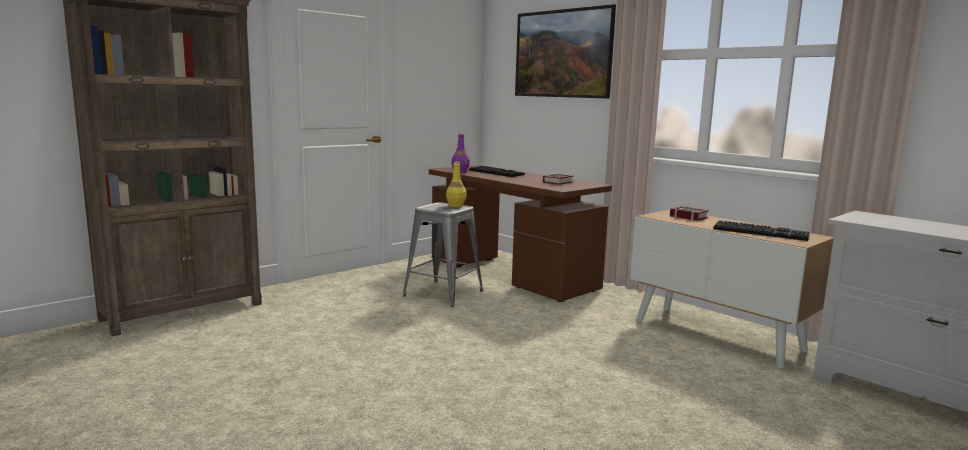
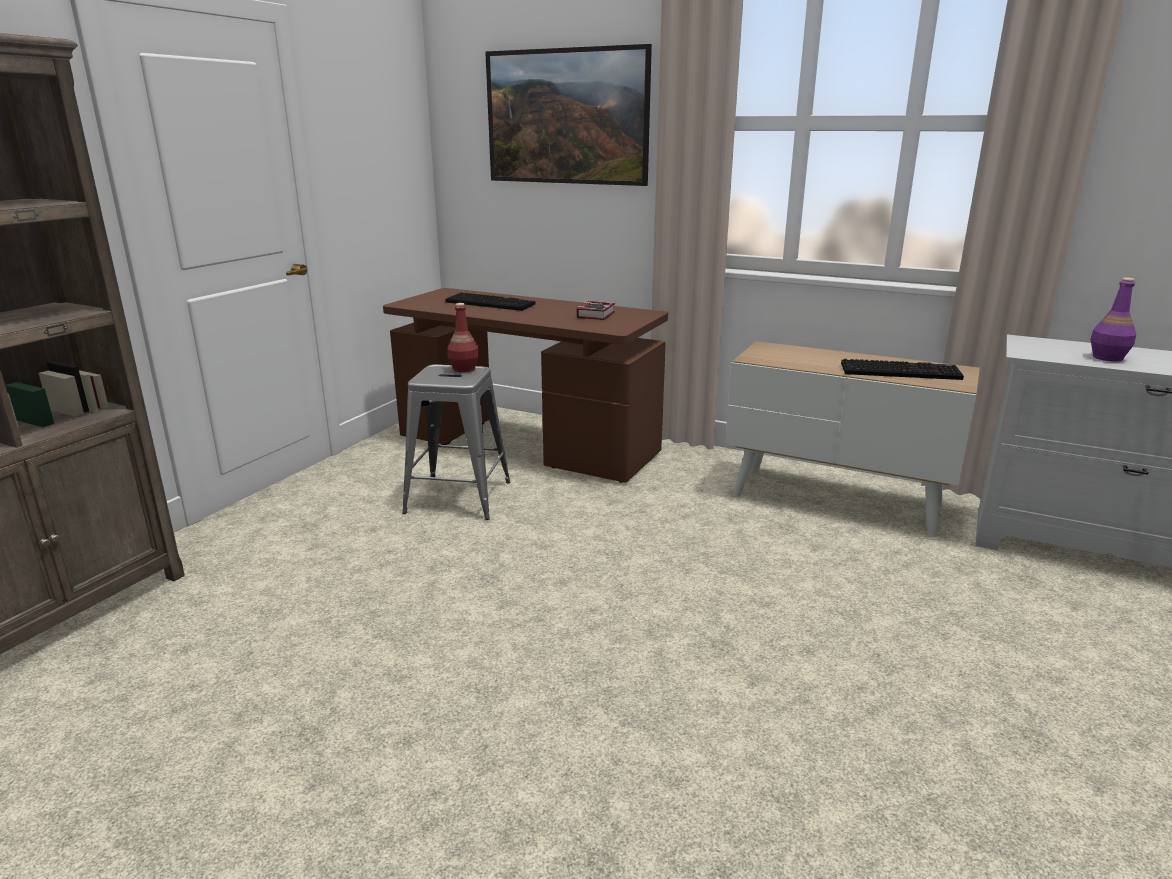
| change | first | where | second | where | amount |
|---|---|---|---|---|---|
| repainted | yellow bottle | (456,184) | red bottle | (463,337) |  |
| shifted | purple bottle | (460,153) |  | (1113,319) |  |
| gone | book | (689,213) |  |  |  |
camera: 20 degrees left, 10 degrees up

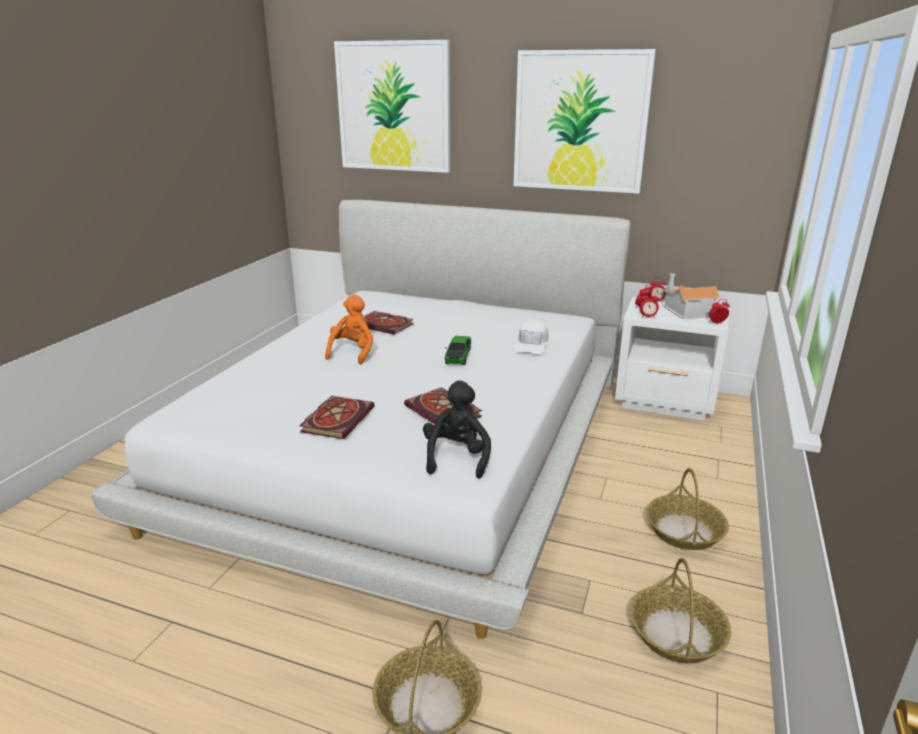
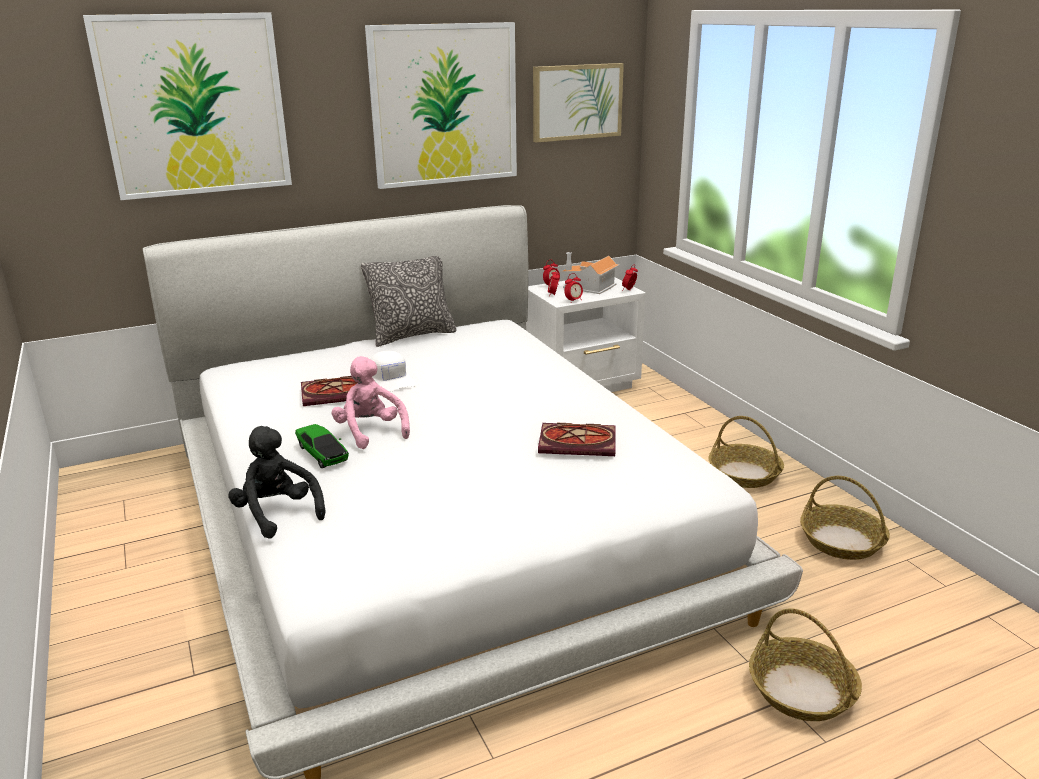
| change | first | where | second | where | amount |
|---|---|---|---|---|---|
| shifted | black plush toy | (457,430) |  | (276,482) |  |
| shifted | toy car | (458,350) |  | (322,446) |  |
| repainted | orange plush toy | (349,329) | pink plush toy | (370,402) |  |
| new |  |  | pillow | (408,301) |  |
| shifted | white cap | (531,337) |  | (394,371) |  |
| new |  |  | picture | (578,103) |  |
| gone | book | (337,417) |  |  |  |
camera: 45 degrees left, 0 degrees up

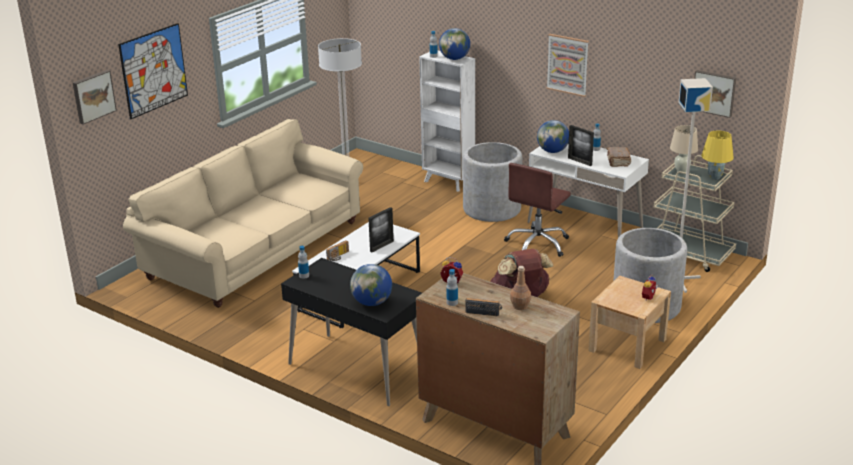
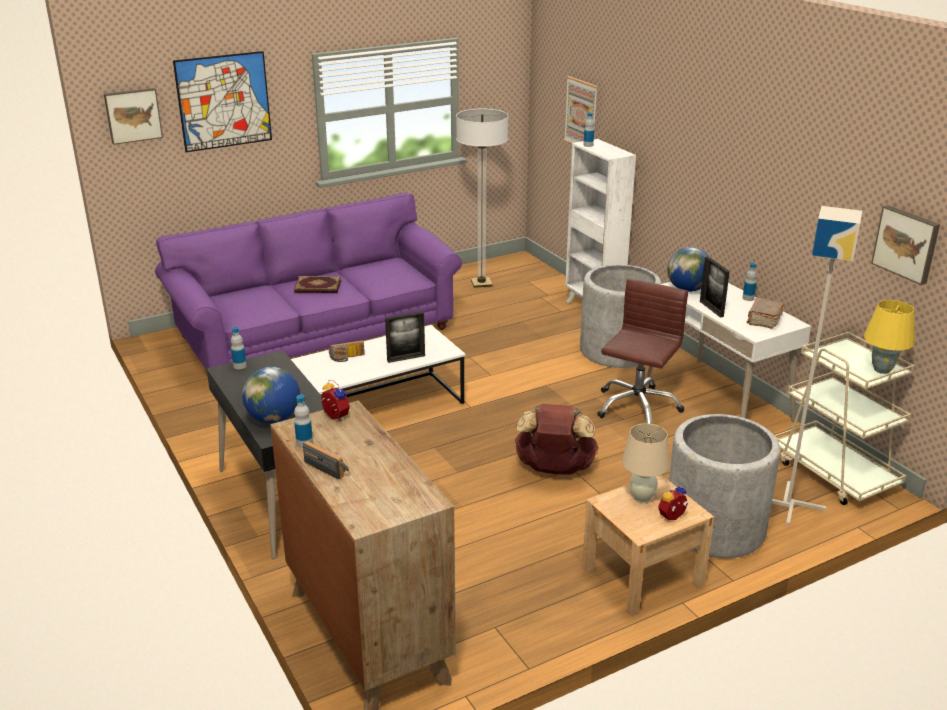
| change | first | where | second | where | amount |
|---|---|---|---|---|---|
| repainted | beige sofa | (243,213) | purple sofa | (308,281) |  |
| new |  |  | book | (317,284) |  |
| shifted | picture | (568,65) |  | (581,110) |  |
| rotated | brown office chair | (537,210) |  | (642,351) | 150 degrees clockwise |
| shifted | beige table lamp | (684,149) |  | (646,463) |  |
| gone | globe | (454,44) |  |  |  |
| gone | brown bottle | (520,288) |  |  |  |
camera: 25 degrees right, 0 degrees up

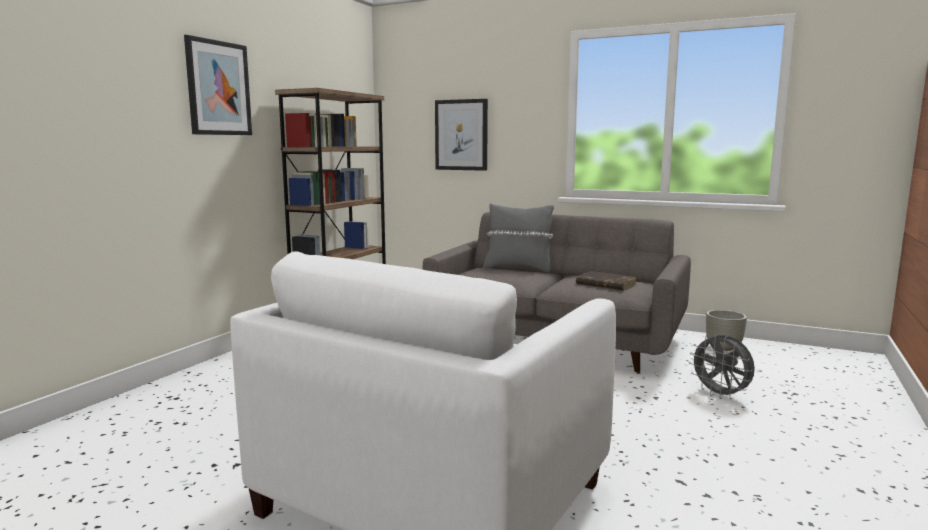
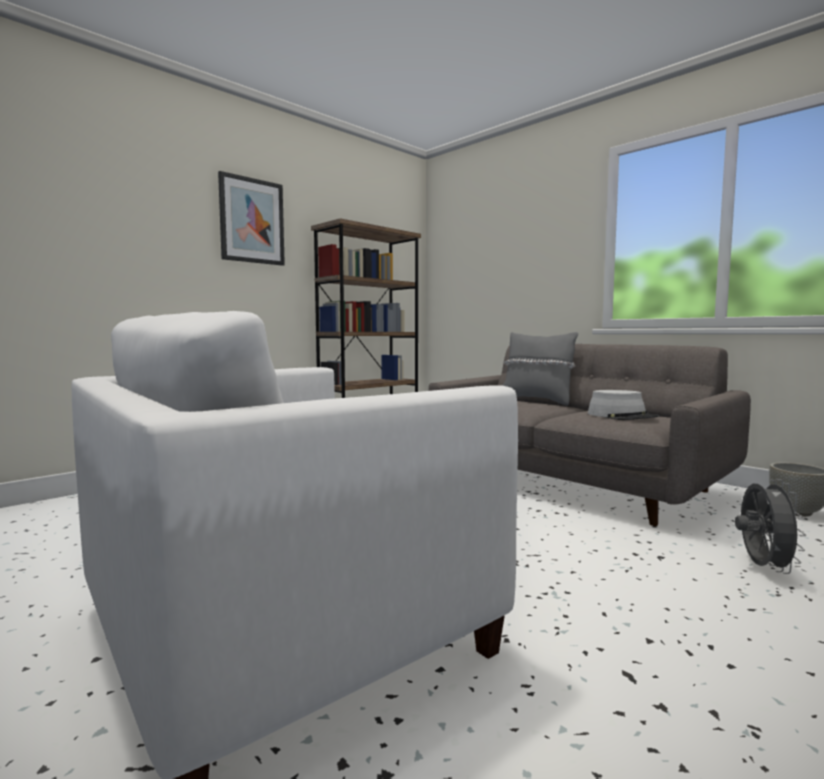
| change | first | where | second | where | amount |
|---|---|---|---|---|---|
| swapped | brown book | (606,281) | grey hat | (623,405) |  |
| rotated | grey fan | (722,366) |  | (771,526) | 150 degrees counterclockwise |
| gone | picture | (461,135) |  |  |  |
camera: 20 degrees right, 5 degrees down

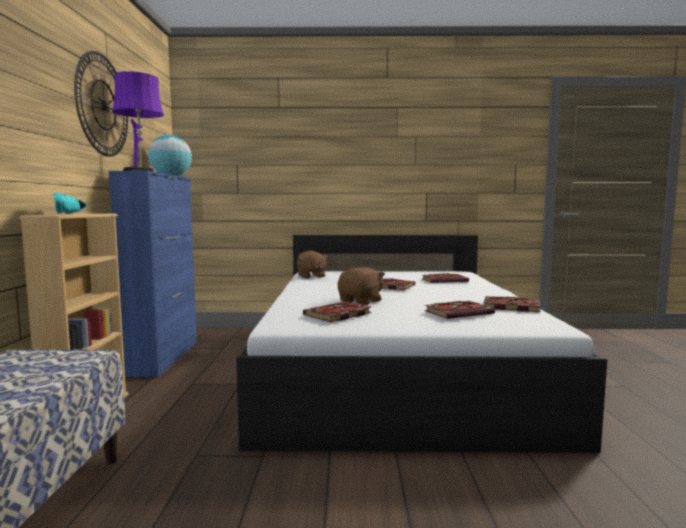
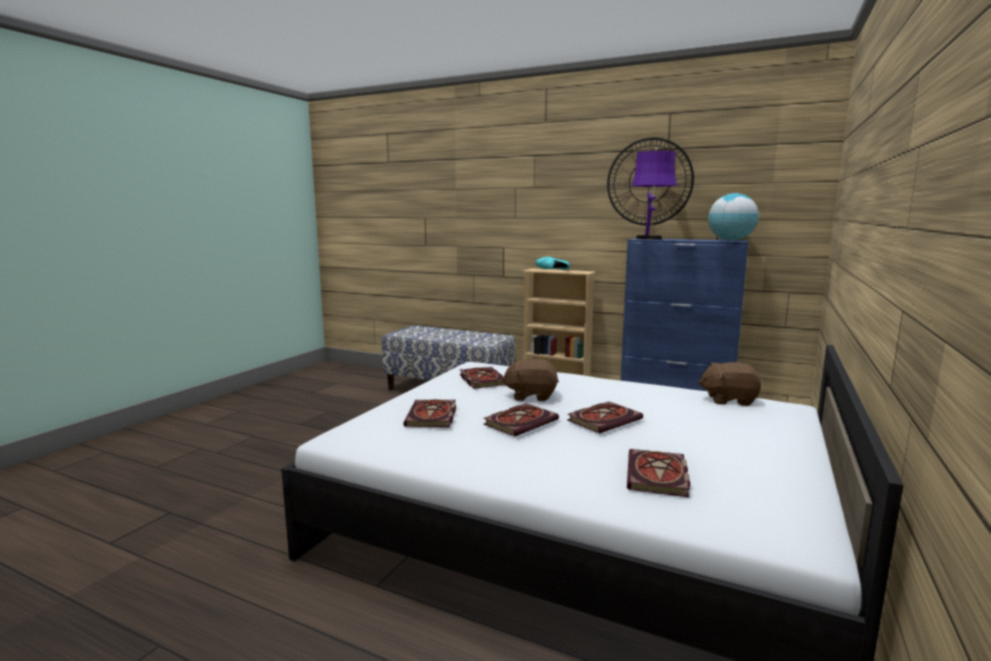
| change | first | where | second | where | amount |
|---|---|---|---|---|---|
| shifted | book | (512,304) |  | (521,419) |  |
| rotated | brown plush toy | (361,286) |  | (530,380) | 120 degrees clockwise |
camera: 115 degrees right, 5 degrees up

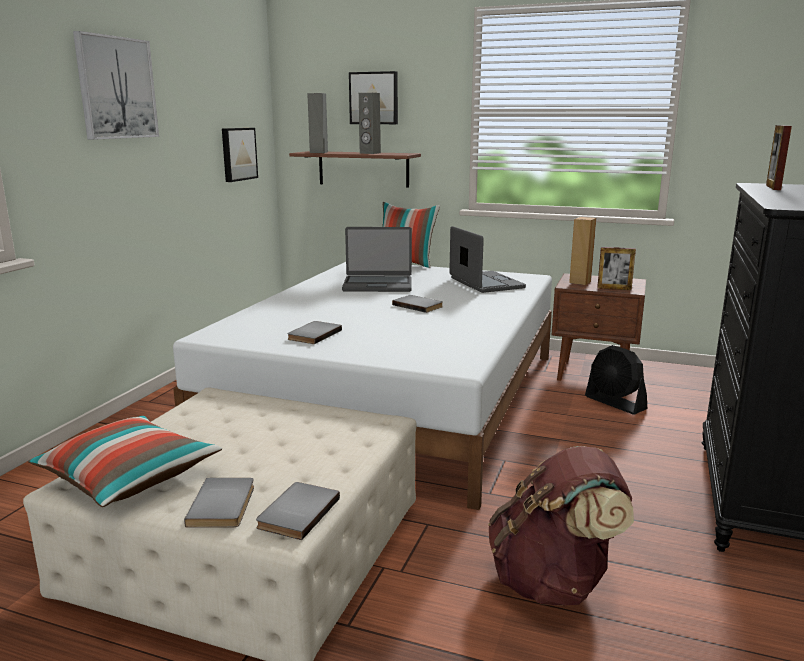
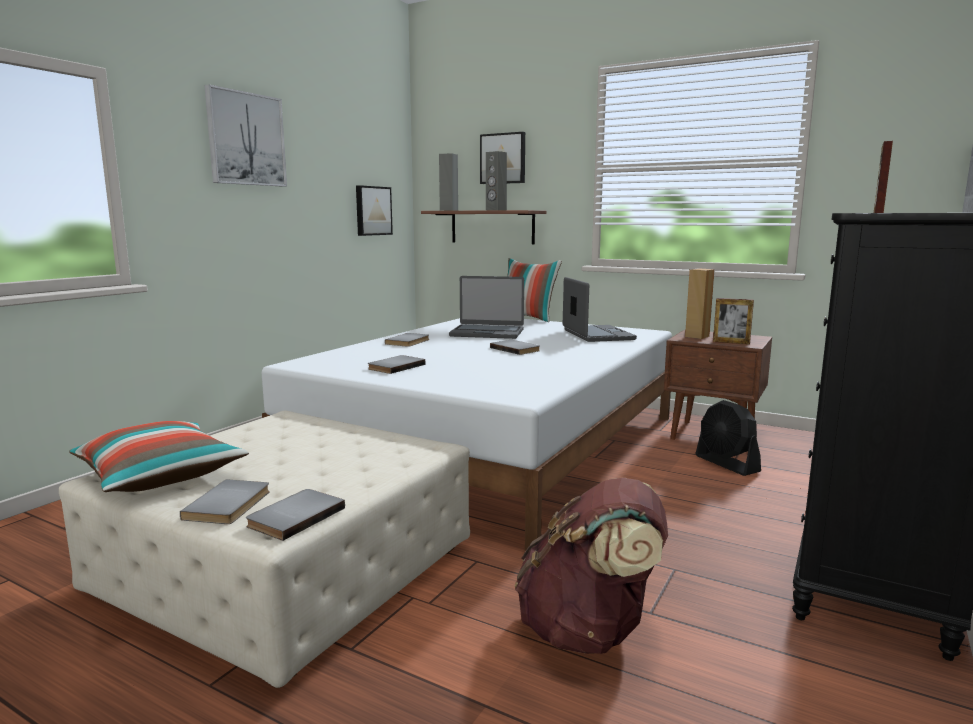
| change | first | where | second | where | amount |
|---|---|---|---|---|---|
| new |  |  | grey book | (407,340) |  |
camera: 10 degrees right, 5 degrees down

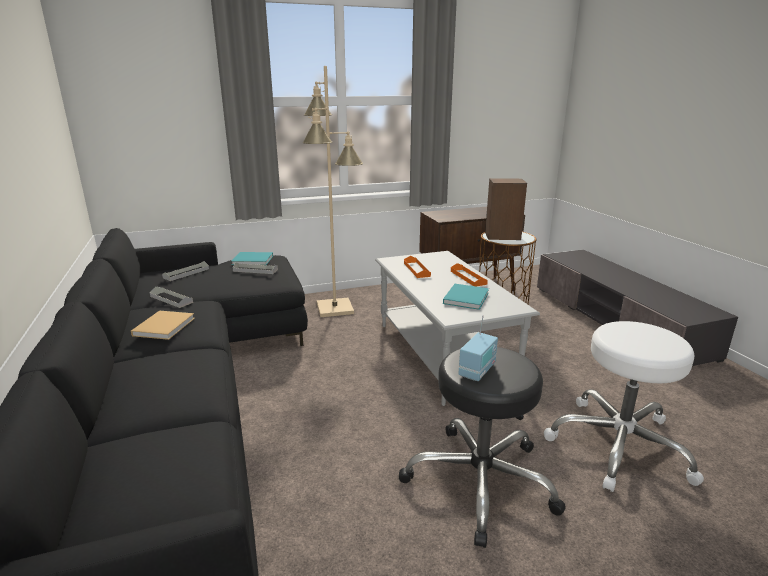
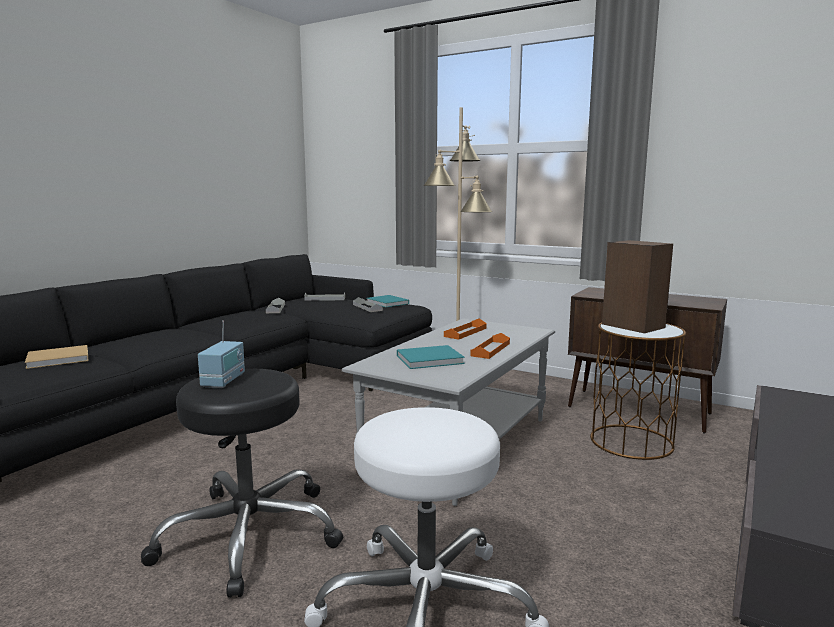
| change | first | where | second | where | amount |
|---|---|---|---|---|---|
| shifted | beige book | (163,325) |  | (56,357) |  |
| rotated | radio | (478,348) |  | (221,354) | 75 degrees counterclockwise |
camera: 50 degrees right, 10 degrees down

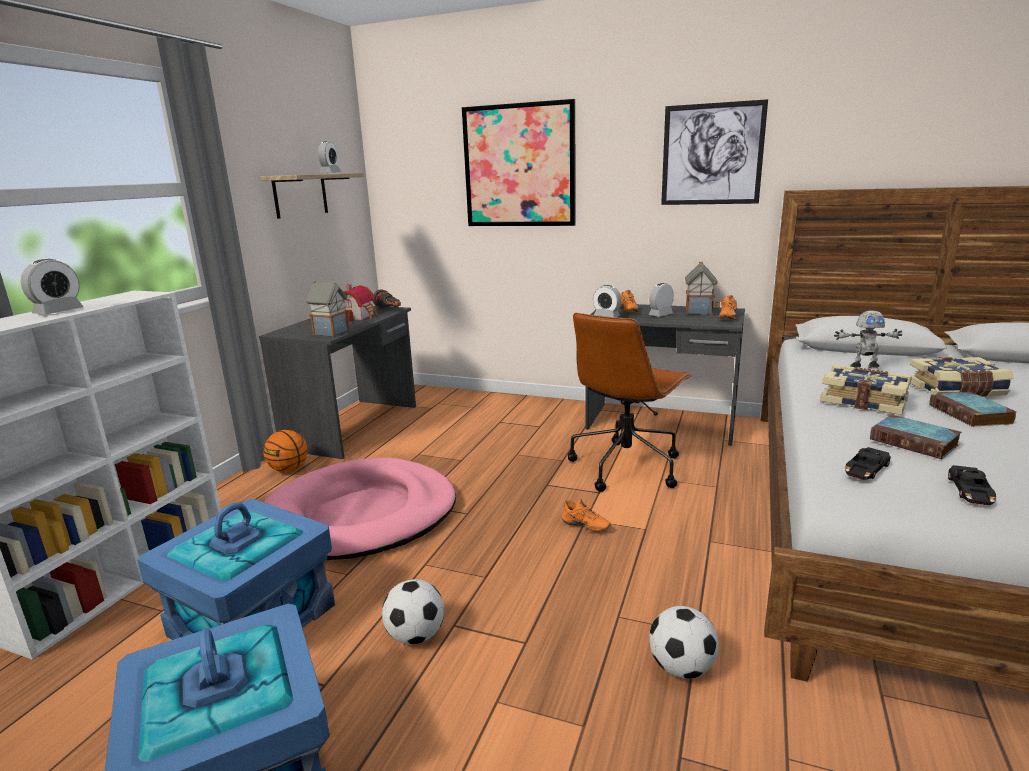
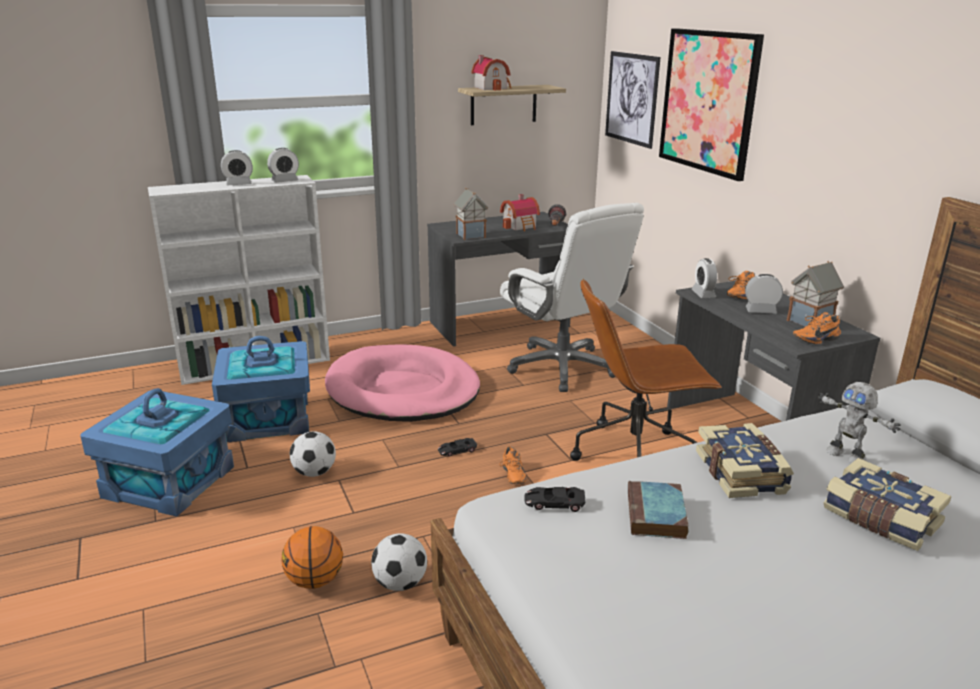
| change | first | where | second | where | amount |
|---|---|---|---|---|---|
| shifted | alarm clock | (329,157) |  | (283,165) |  |
| shifted | basketball | (285,451) |  | (312,557) |  |
| shifted | black toy car | (972,485) |  | (457,447) |  |
| new |  |  | toy house | (491,73) |  |
| new |  |  | white office chair | (572,297) |  |
| shifted | picture | (714,152) |  | (633,100) |  |
| gone | book | (973,409) |  |  |  |
camera: 45 degrees right, 5 degrees up

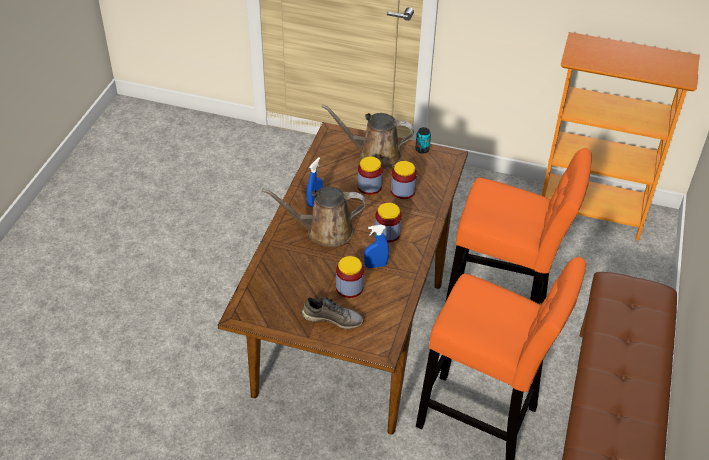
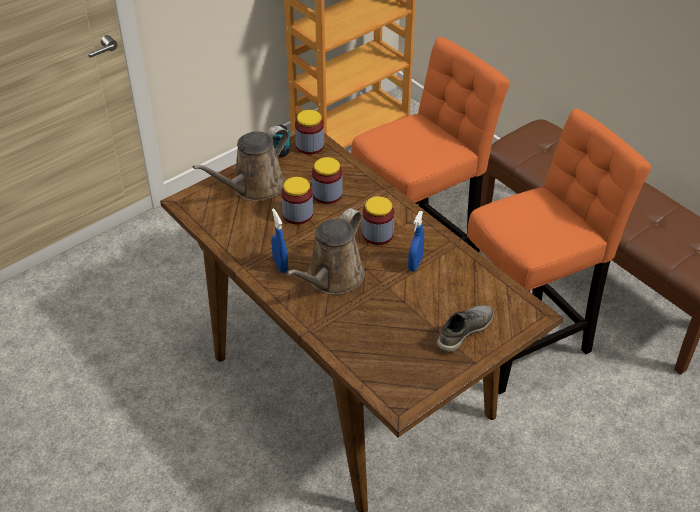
| change | first | where | second | where | amount |
|---|---|---|---|---|---|
| shifted | jar | (350,277) |  | (309,132) |  |
camera: 55 degrees left, 0 degrees up

